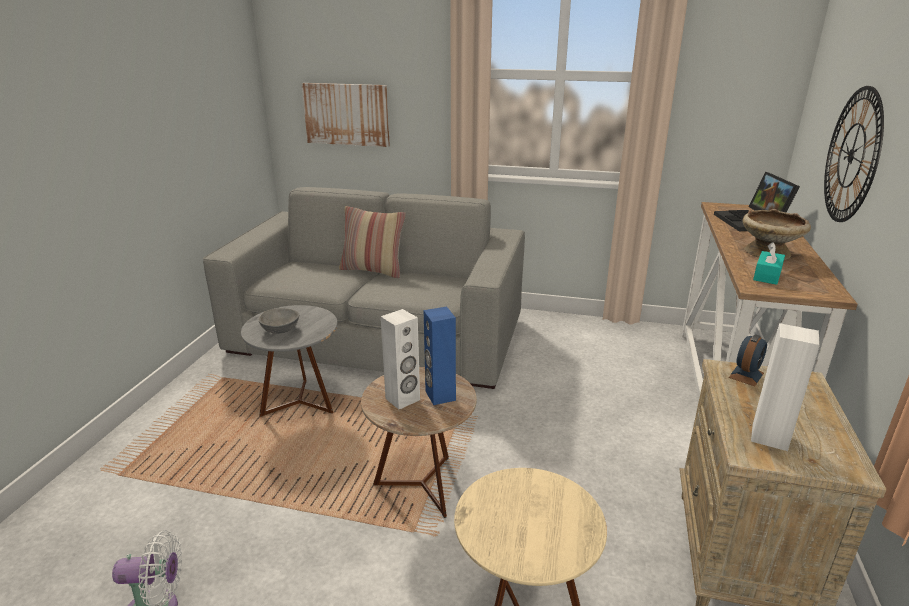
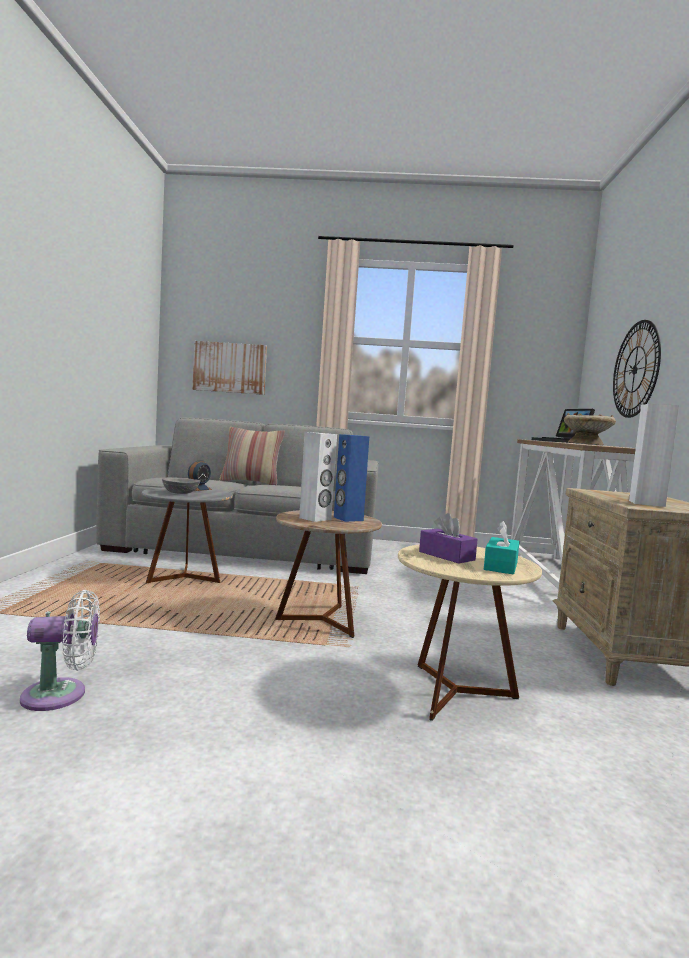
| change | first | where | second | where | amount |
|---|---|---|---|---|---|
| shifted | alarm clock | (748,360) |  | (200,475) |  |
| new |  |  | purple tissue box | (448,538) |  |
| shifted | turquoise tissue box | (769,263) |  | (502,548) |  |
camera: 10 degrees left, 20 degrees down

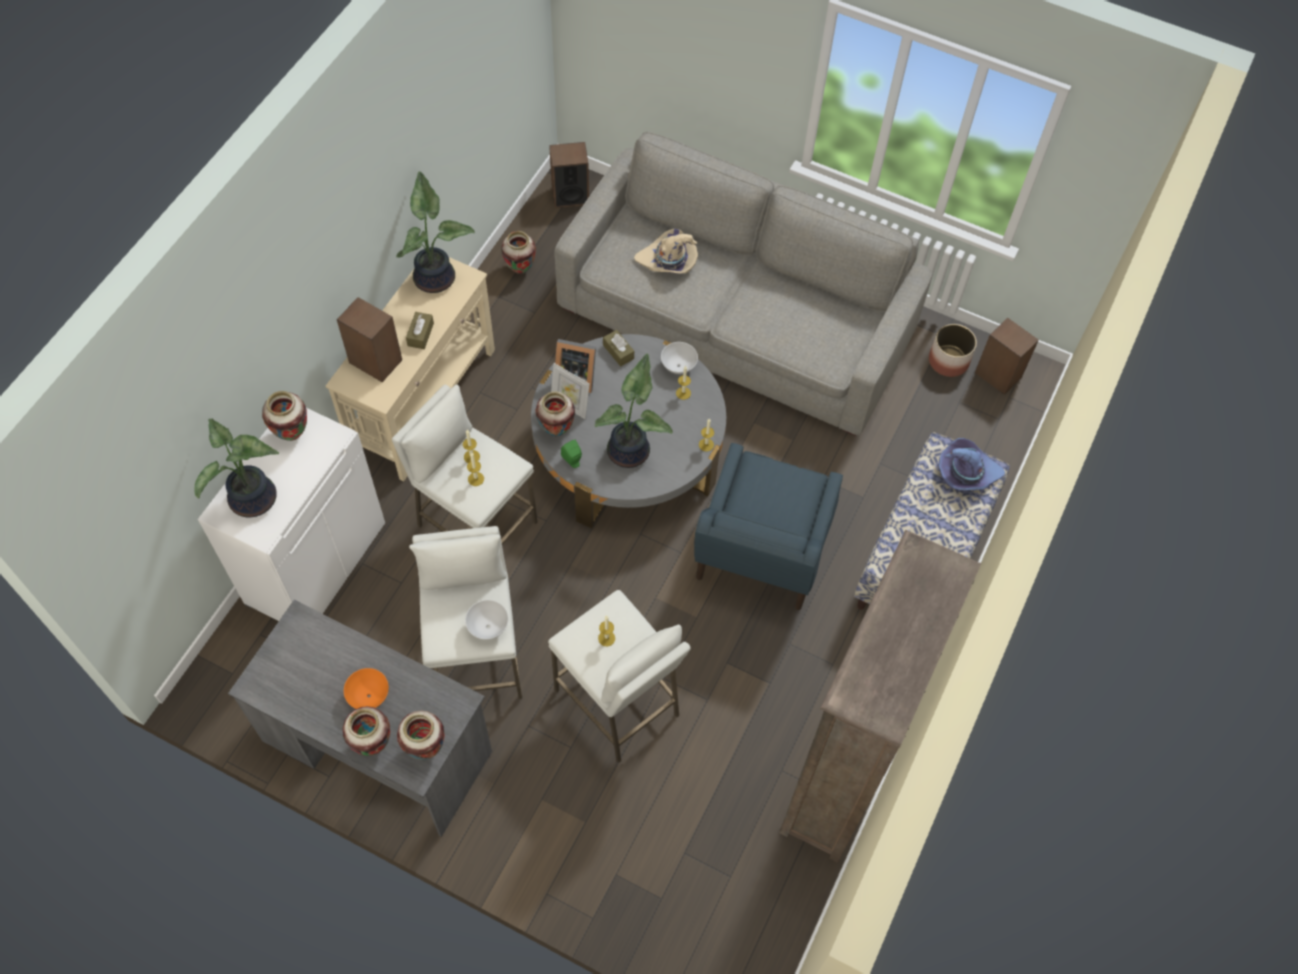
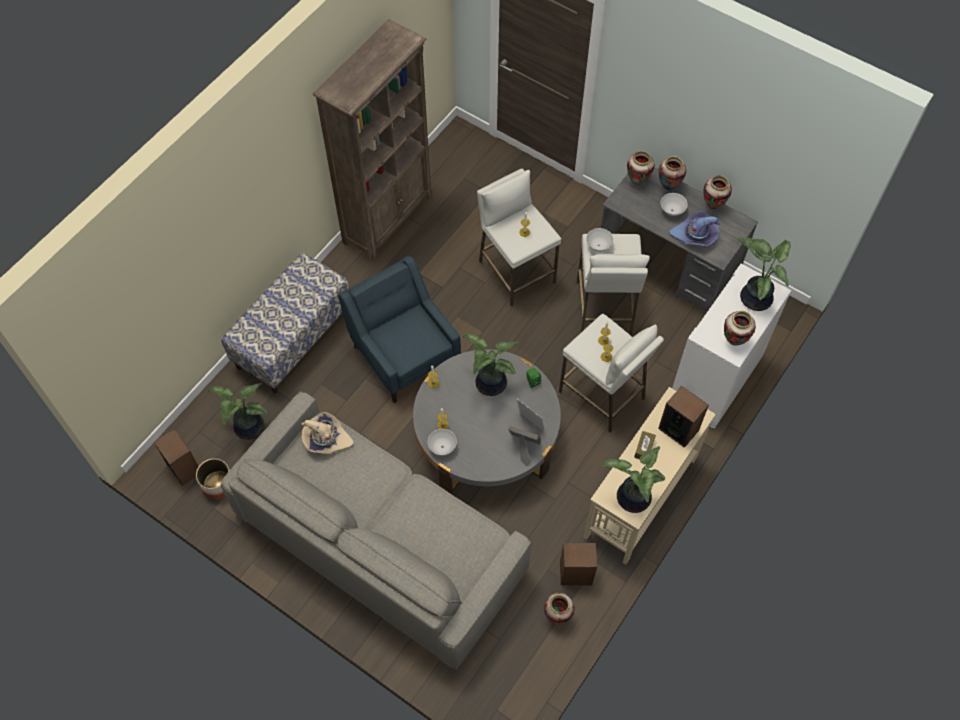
| change | first | where | second | where | amount |
|---|---|---|---|---|---|
| new |  |  | potted plant | (238,411) |  |
| shifted | beige hat | (666,251) |  | (327,432) |  |
| rotated | blue armchair | (768,526) |  | (399,329) | 60 degrees counterclockwise |
| shifted | speaker | (569,175) |  | (578,564) |  |
| repainted | orange bowl | (366,688) | white bowl | (674,204) |  |
| shifted | purple hat | (971,464) |  | (695,228) |  |
| shifted | vase | (555,413) |  | (718,192) |  |
| gone | brown tissue box | (618,348) |  |  |  |
camera: 170 degrees left, 0 degrees up

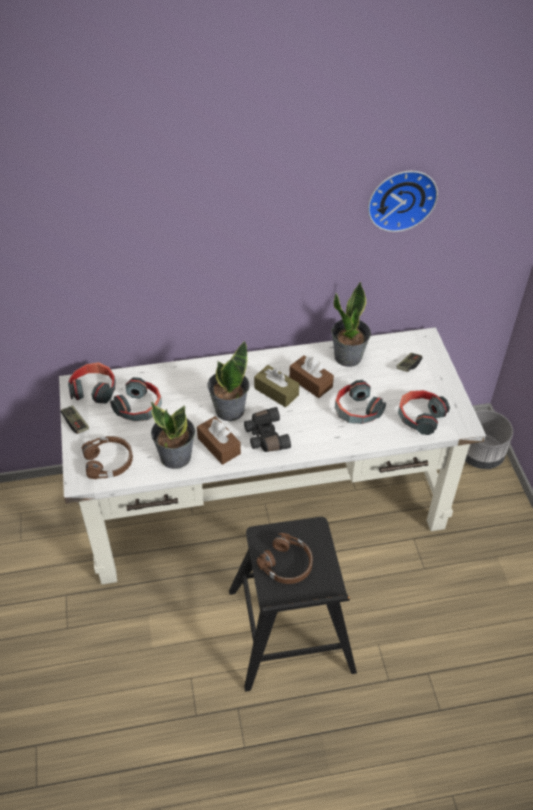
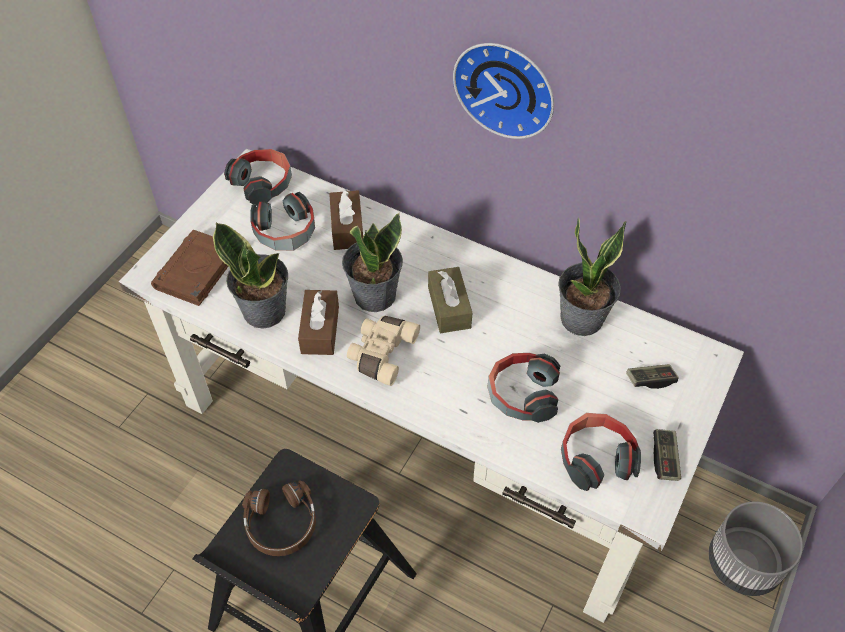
| change | first | where | second | where | amount |
|---|---|---|---|---|---|
| swapped | brown headphones | (107,457) | brown book | (190,268) |  |
| shifted | brown tissue box | (311,376) |  | (346,219) |  |
| repainted | black binoculars | (267,429) | beige binoculars | (383,351) |  |
| shifted | wall clock | (403,201) |  | (503,91) |  |
| shifted | game controller | (75,419) |  | (667,455) |  |
camera: 40 degrees right, 5 degrees up

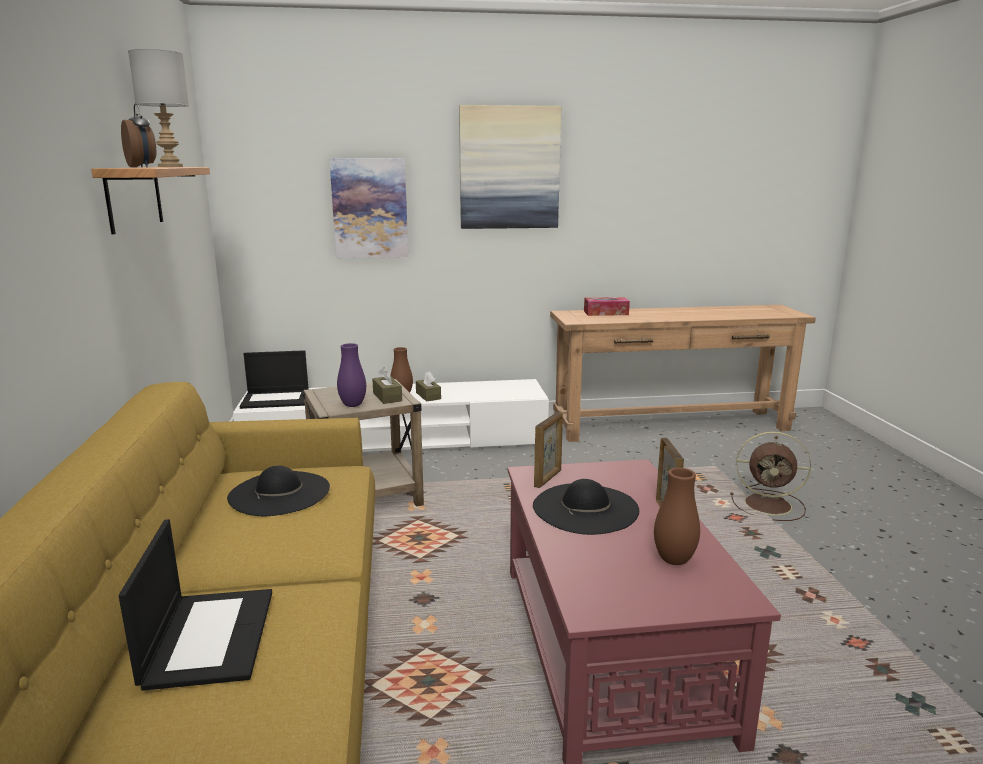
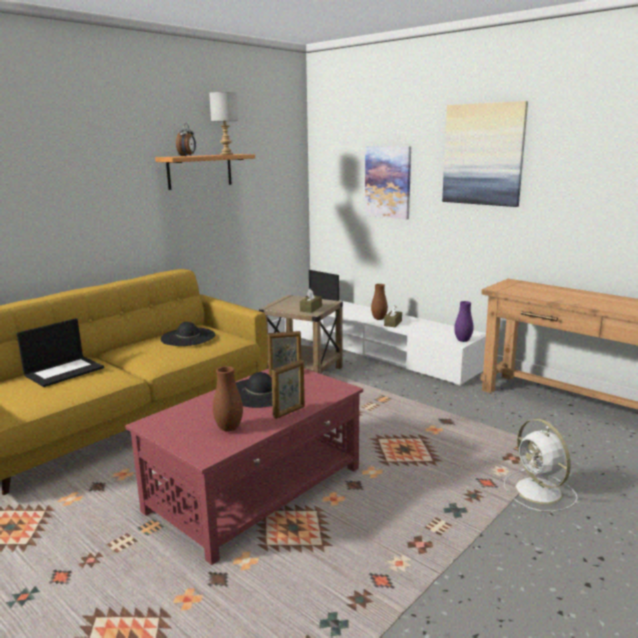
| change | first | where | second | where | amount |
|---|---|---|---|---|---|
| shifted | purple vase | (351,375) |  | (463,321) |  |
| repainted | brown fan | (770,476) | white fan | (541,465) |  |
| gone | tissue box | (607,306) |  |  |  |
camera: 50 degrees right, 0 degrees up

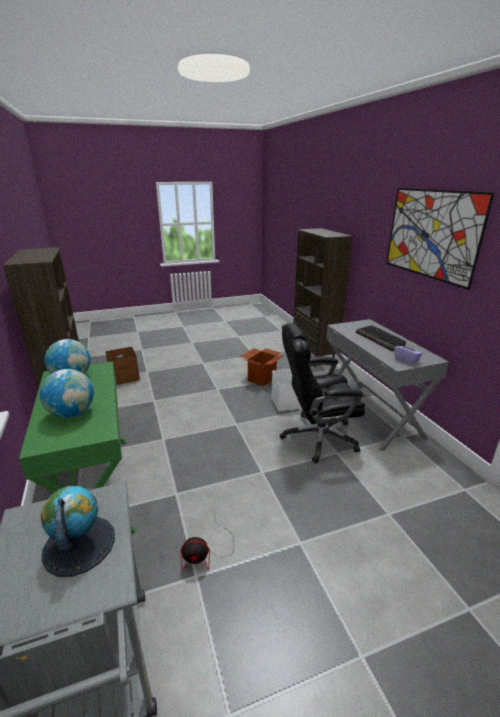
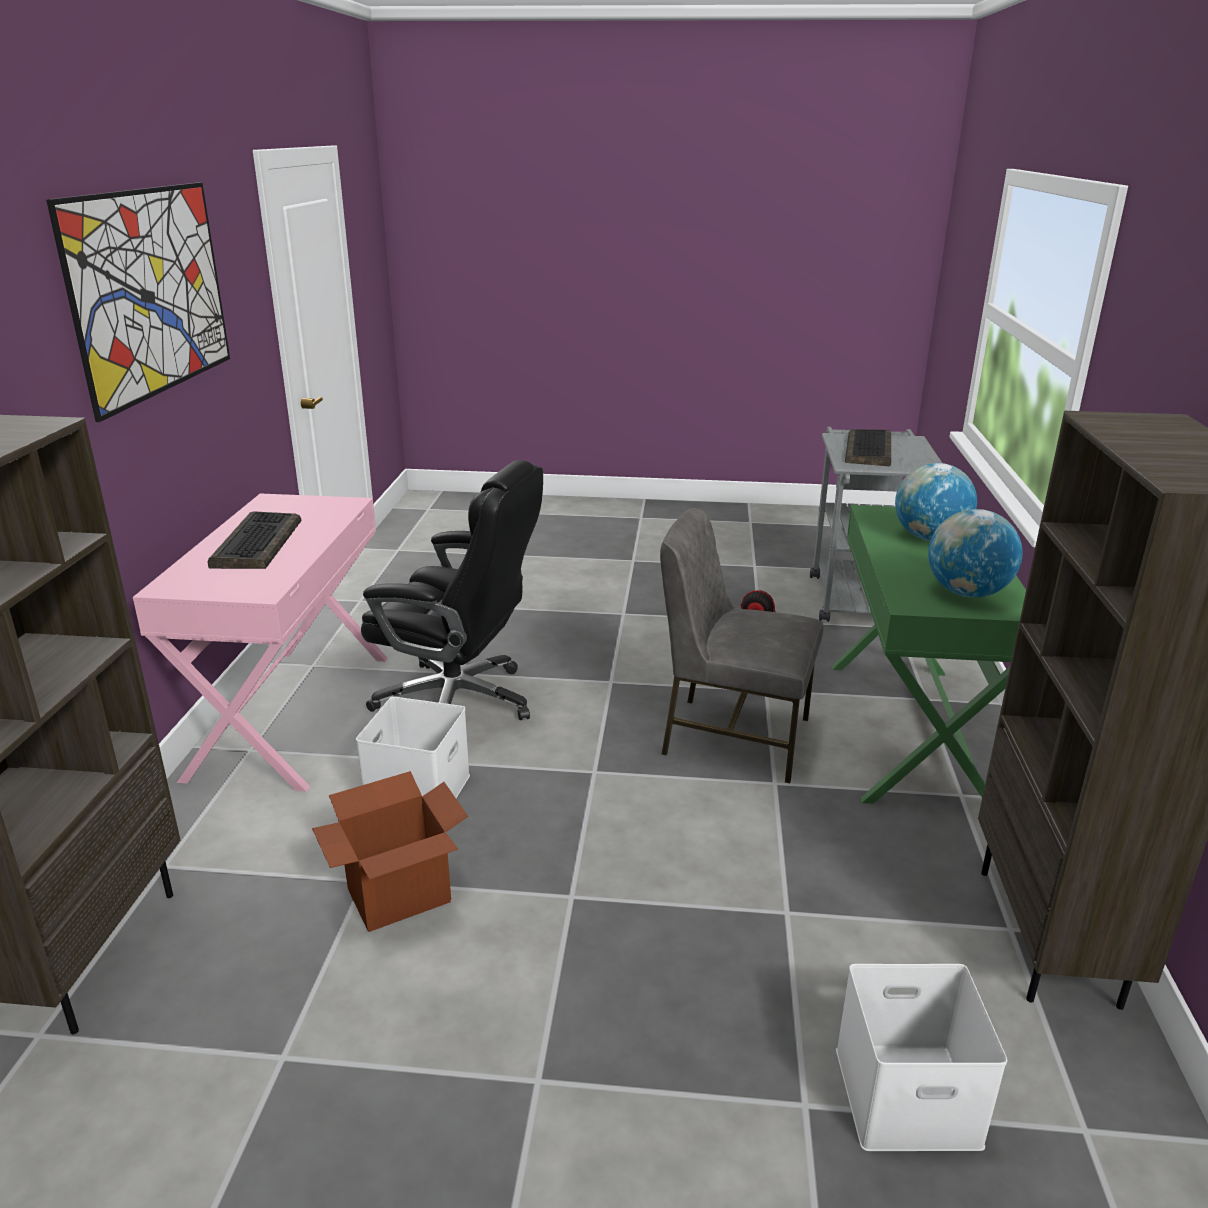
| change | first | where | second | where | amount |
|---|---|---|---|---|---|
| repainted | grey desk | (387,385) | pink desk | (260,642) |  |
| new |  |  | grey chair | (741,645) |  |
| repainted | brown storage box | (122,366) | white storage box | (921,1057) |  |
| swapped | globe | (78,531) | keyboard | (868,447) |  |
| gone | purple tissue box | (408,352) |  |  |  |
camera: 155 degrees left, 0 degrees up

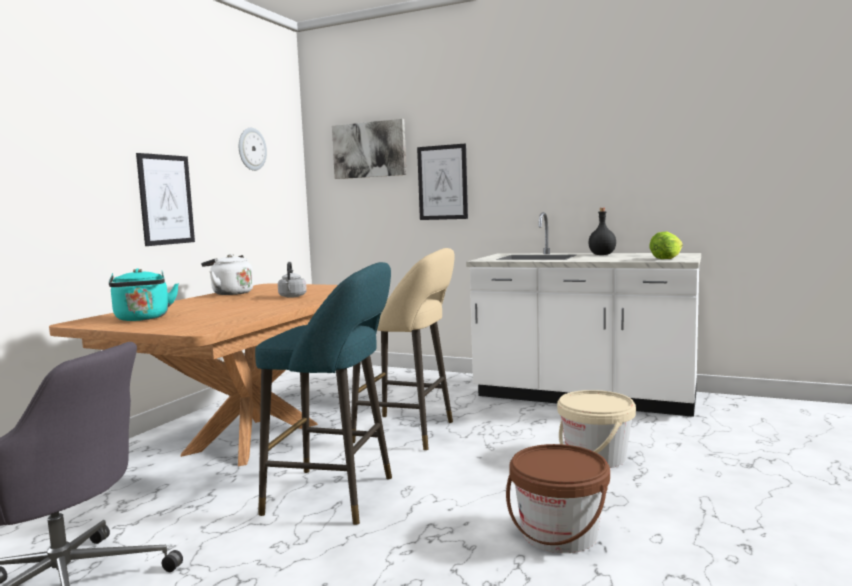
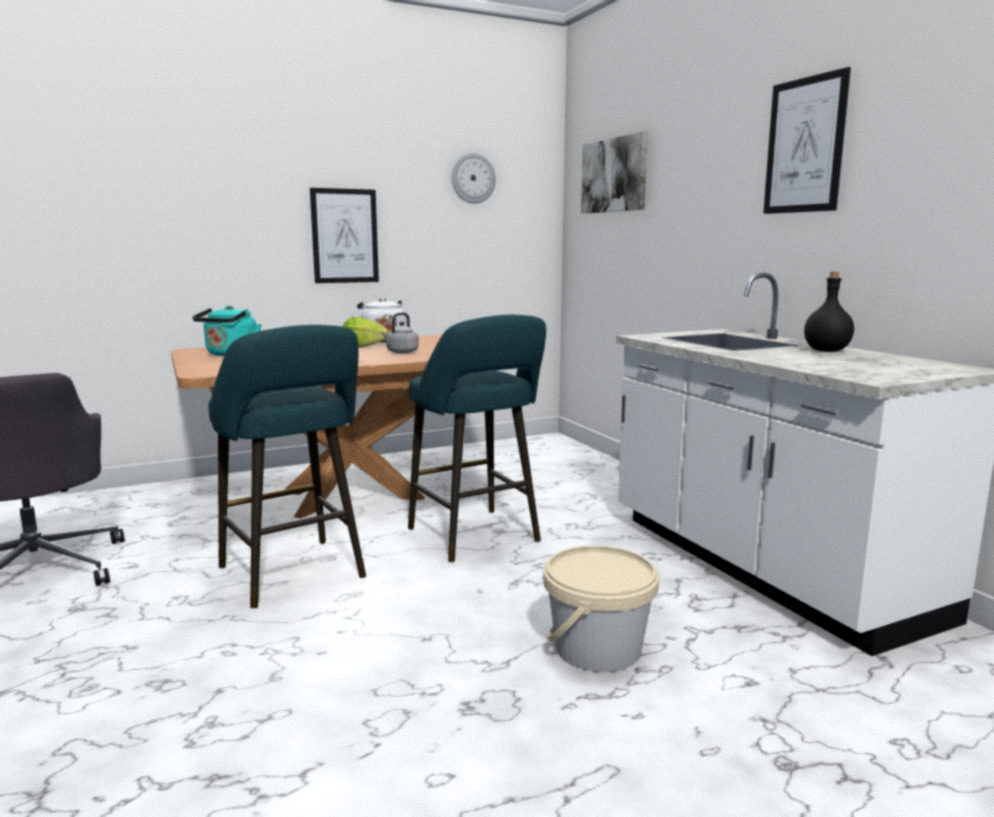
| change | first | where | second | where | amount |
|---|---|---|---|---|---|
| shifted | lettuce | (666,245) |  | (366,332) |  |
| repainted | beige stool | (403,349) | turquoise stool | (477,438) |  |
| shifted | picture | (442,182) |  | (807,140) |  |
| gone | brown bucket | (558,498) |  |  |  |
camera: 40 degrees right, 5 degrees up

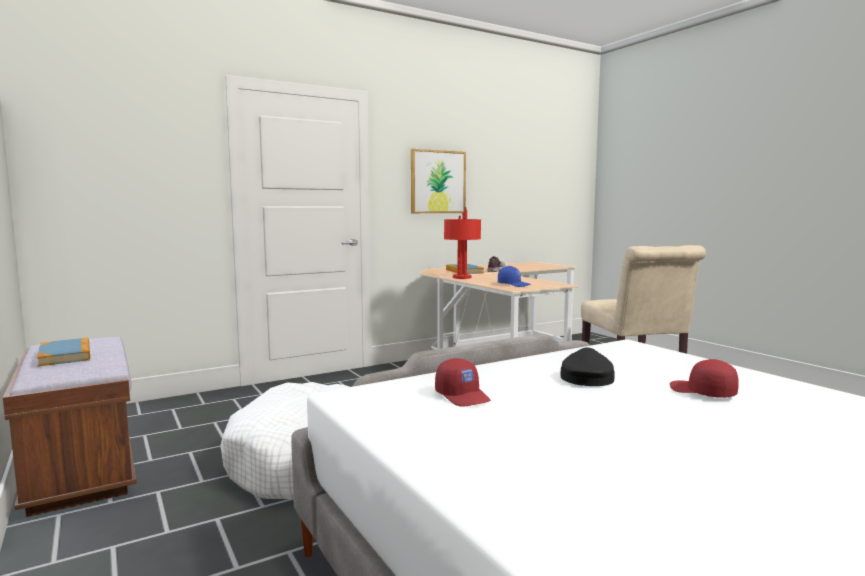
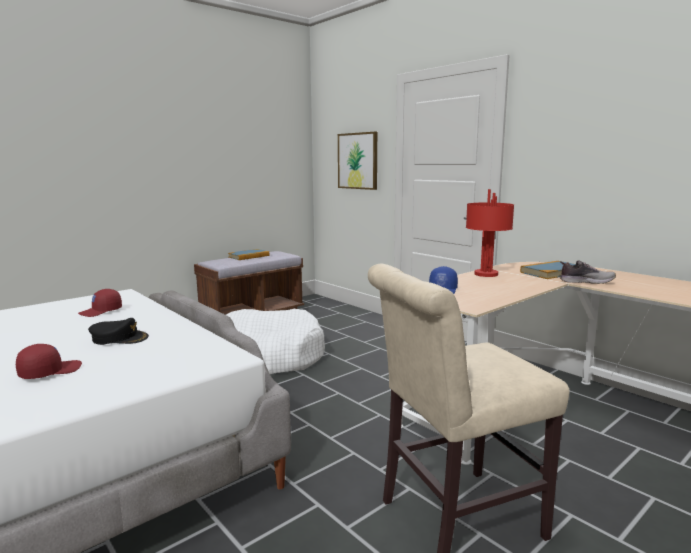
| change | first | where | second | where | amount |
|---|---|---|---|---|---|
| shifted | picture | (438,181) |  | (357,161) |  |
camera: 80 degrees right, 5 degrees up

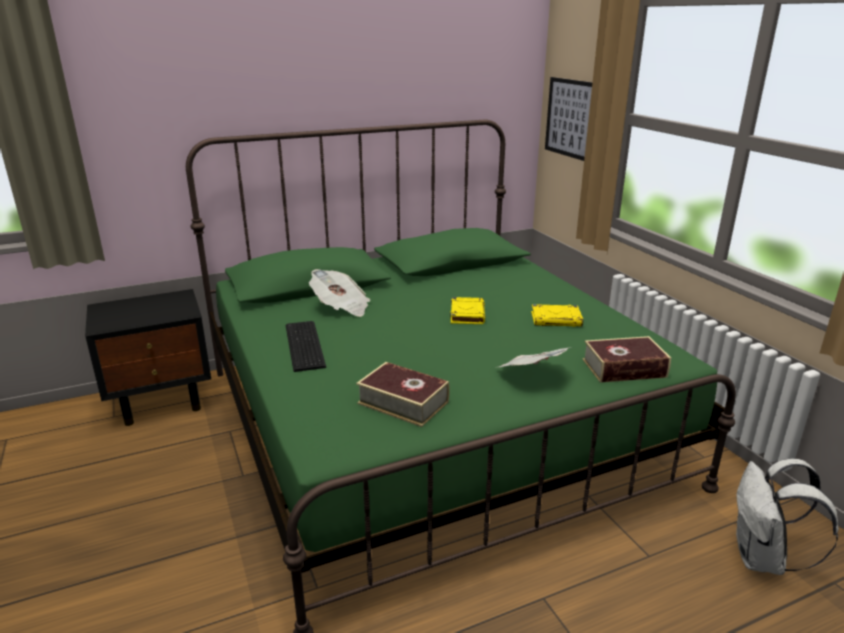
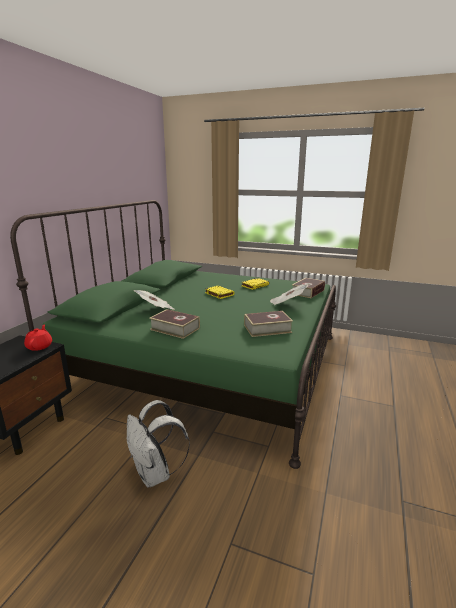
| change | first | where | second | where | amount |
|---|---|---|---|---|---|
| new |  |  | red teapot | (38,337) |  |
| shifted | white backpack | (787,517) |  | (158,444) |  |
| swapped | keyboard | (306,346) | book | (174,324) |  |
| gone | picture | (568,119) |  |  |  |
camera: 45 degrees left, 5 degrees down

